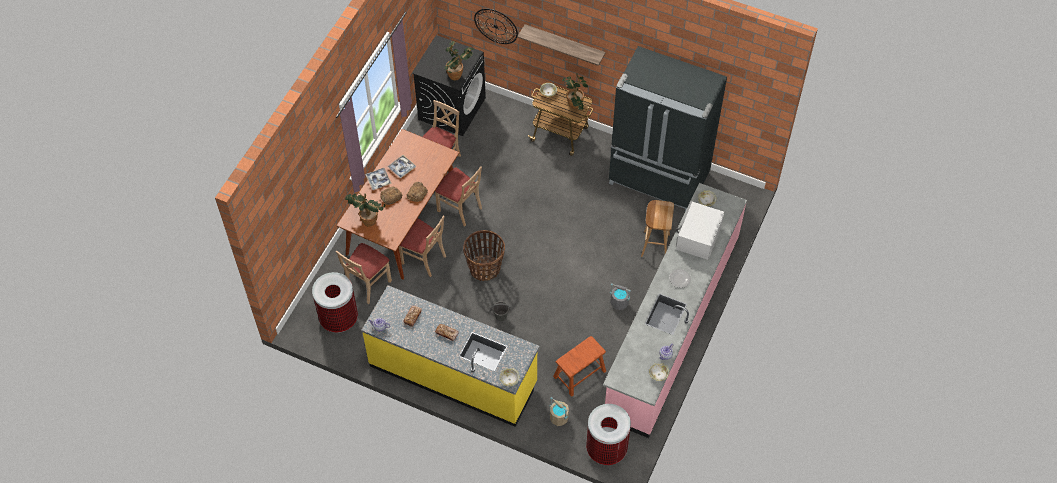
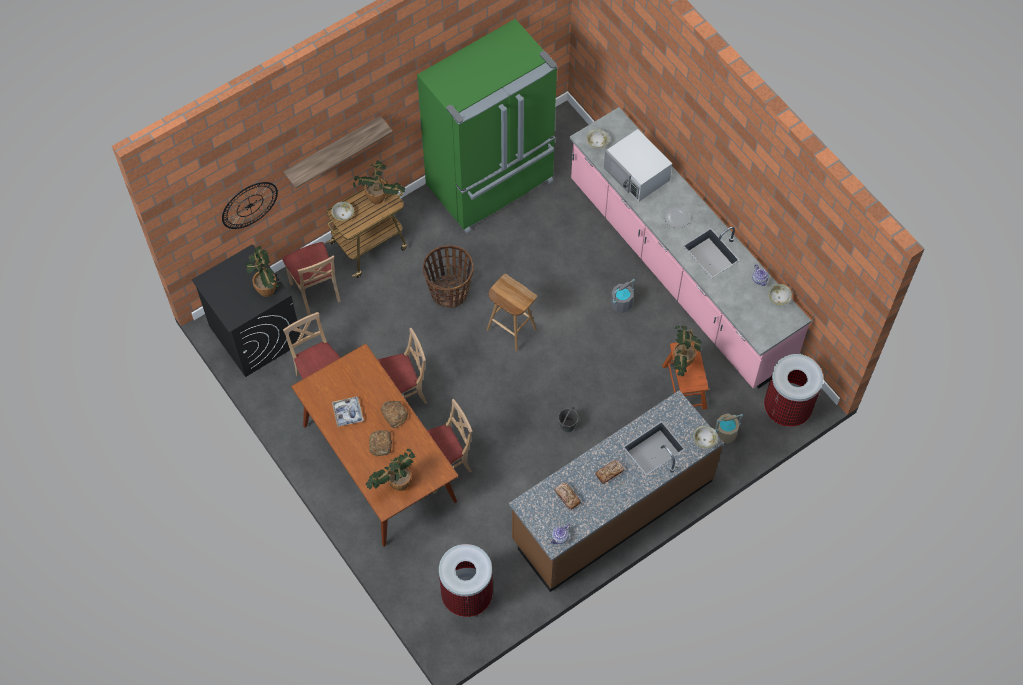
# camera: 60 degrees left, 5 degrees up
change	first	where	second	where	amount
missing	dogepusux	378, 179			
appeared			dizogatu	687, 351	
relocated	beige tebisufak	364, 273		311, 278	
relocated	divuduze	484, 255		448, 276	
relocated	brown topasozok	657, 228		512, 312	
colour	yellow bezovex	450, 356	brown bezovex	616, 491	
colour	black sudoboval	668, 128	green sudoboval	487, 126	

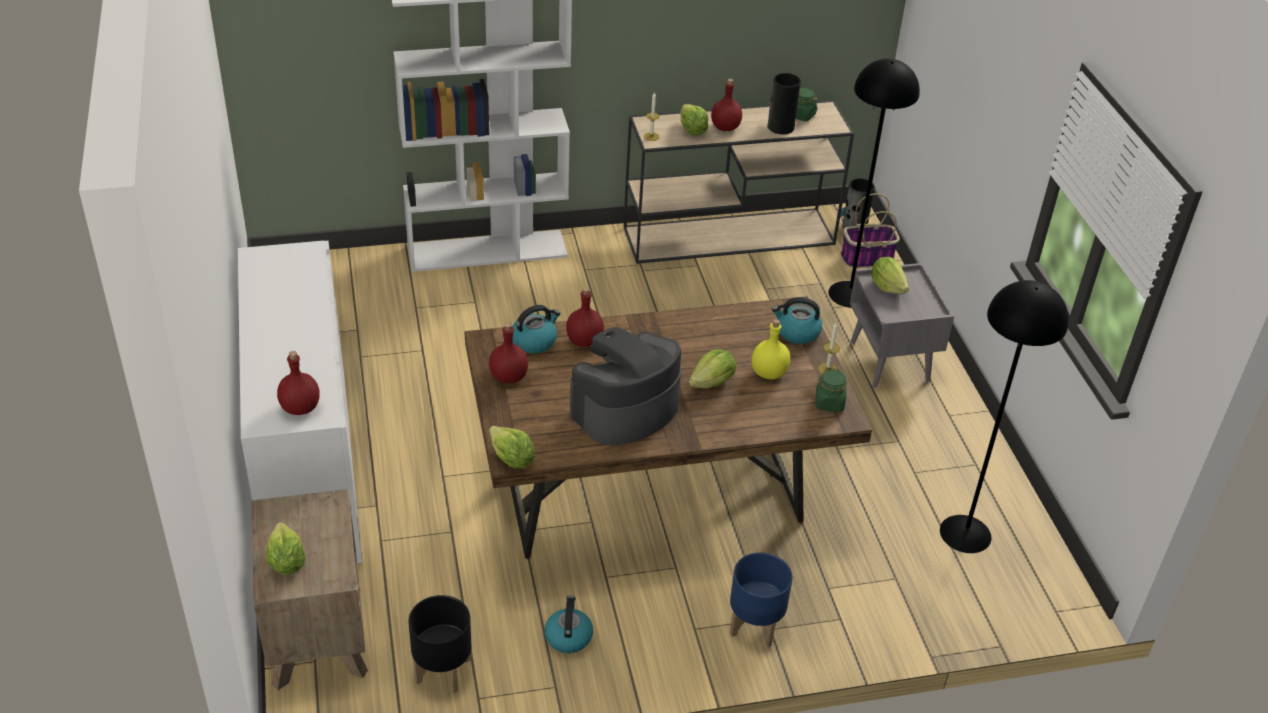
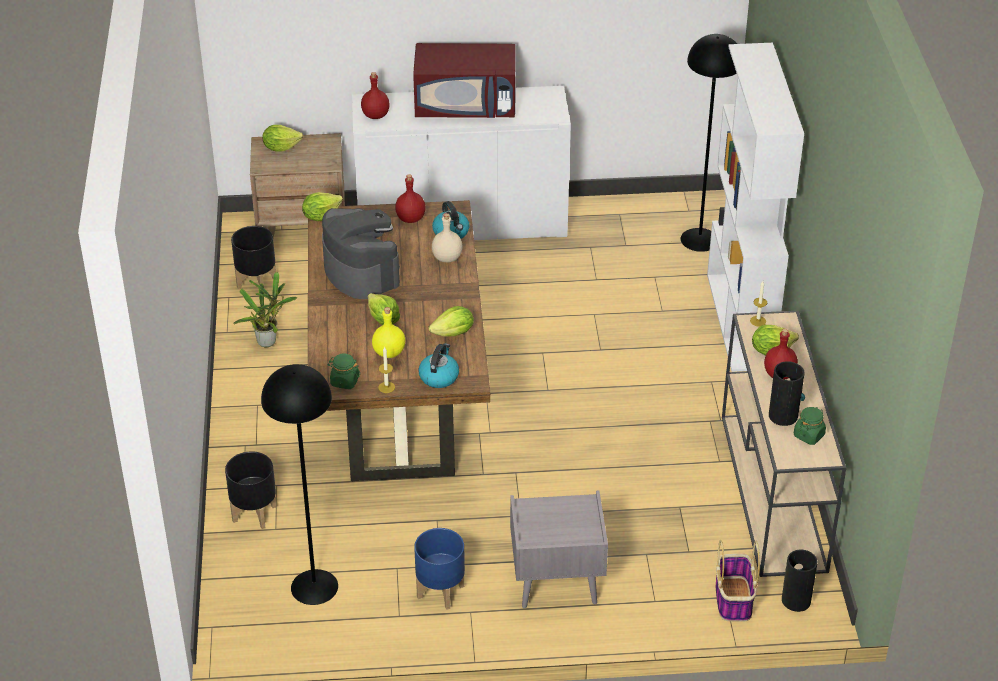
# camera: 100 degrees right, 0 degrees up
change	first	where	second	where	amount
appeared			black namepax	251, 490	
appeared			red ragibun	464, 80	
relocated	blue namepax	761, 599		439, 569	
relocated	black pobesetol	874, 183		709, 143	
relocated	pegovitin	890, 275		451, 321	
exchanged	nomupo	569, 624	dizogatu	265, 309	
colour	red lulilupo	585, 317	beige lulilupo	447, 237	

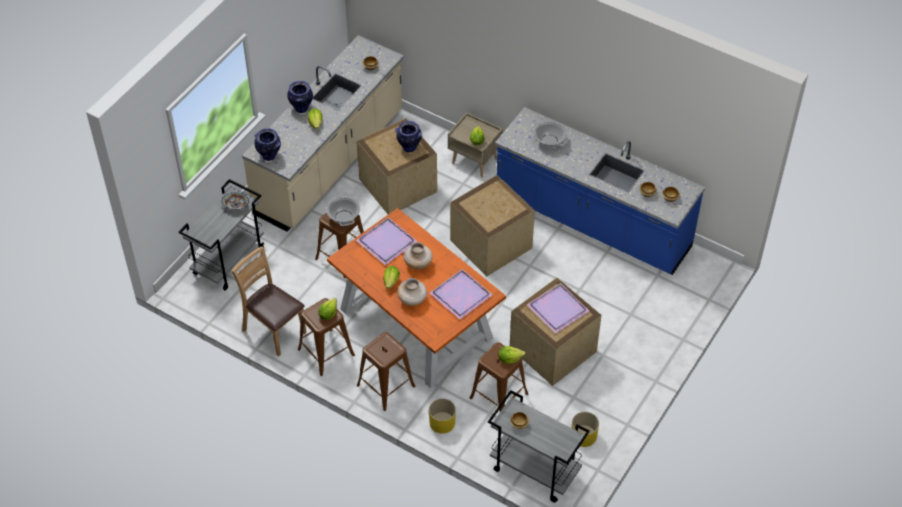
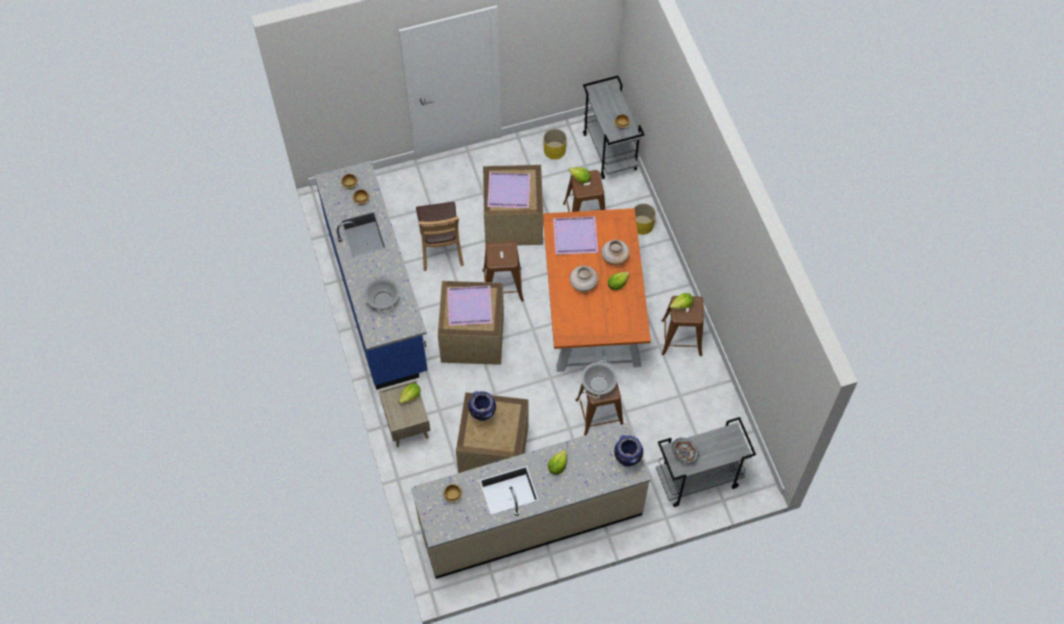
# camera: 140 degrees left, 10 degrees up
change	first	where	second	where	amount
missing	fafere	300, 97			
relocated	brown tebisufak	268, 301		440, 236	
relocated	purple dogepusux	387, 241		470, 306	
relocated	brown topasozok	386, 371		503, 271	

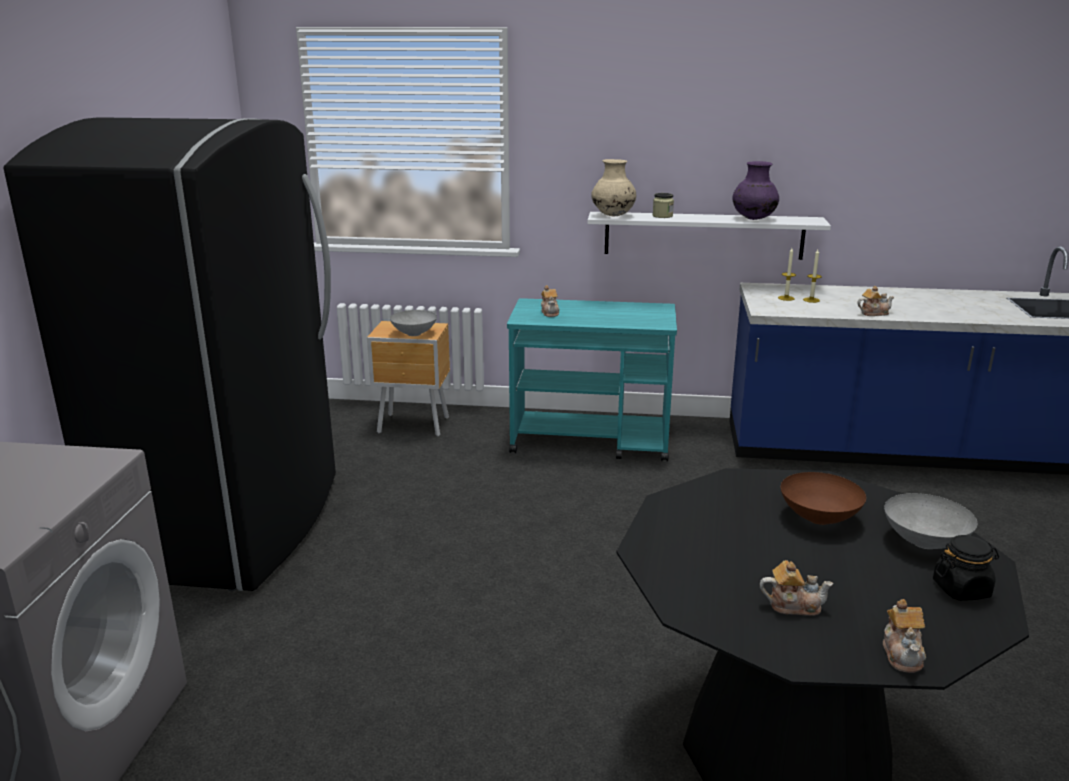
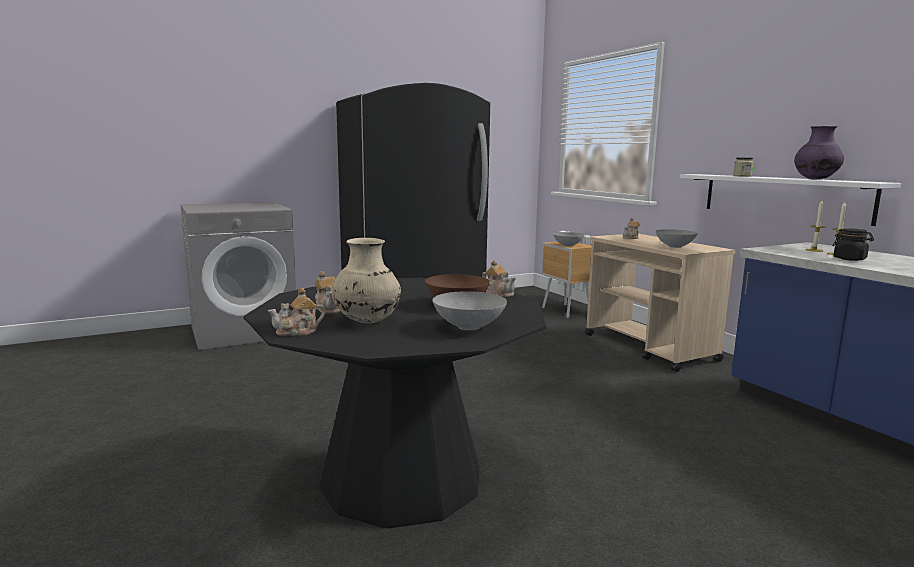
# camera: 55 degrees right, 10 degrees down
change	first	where	second	where	amount
appeared			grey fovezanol	677, 238	
relocated	beige fafere	613, 187		366, 280	
relocated	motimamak	875, 301		499, 278	
relocated	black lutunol	966, 568		853, 244	
colour	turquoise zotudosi	592, 380	beige zotudosi	660, 303	

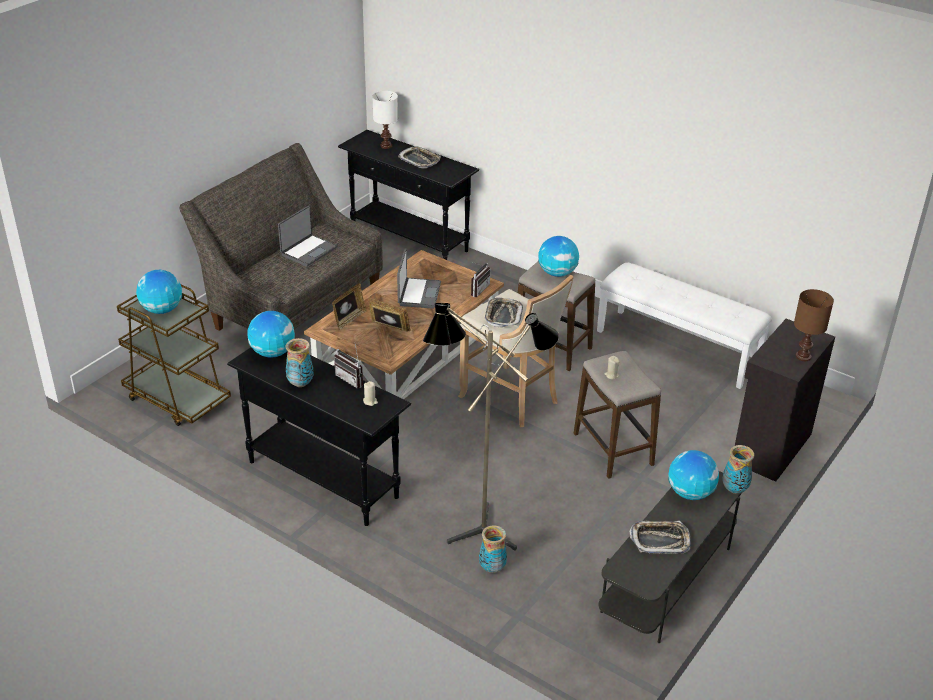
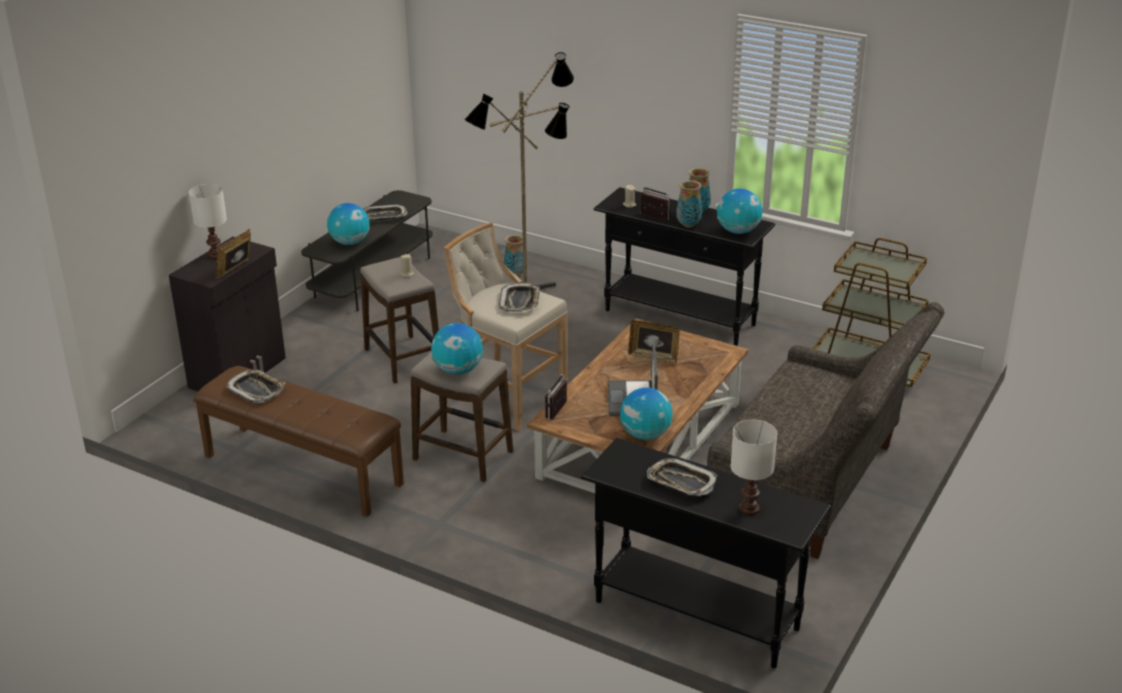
# camera: 175 degrees right, 5 degrees down
change	first	where	second	where	amount
missing	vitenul	307, 236			
appeared			dogepusux	255, 386	
relocated	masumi	159, 292		646, 414	
relocated	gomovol	349, 306		233, 254	
relocated	fafere	738, 469		689, 204	
colour	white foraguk	684, 326	brown foraguk	298, 441	
colour	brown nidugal	814, 325	white nidugal	208, 221	

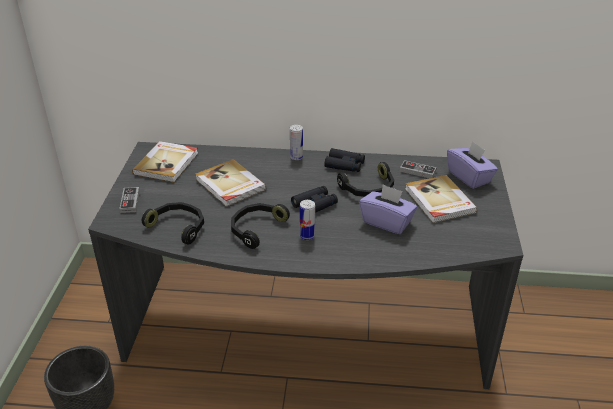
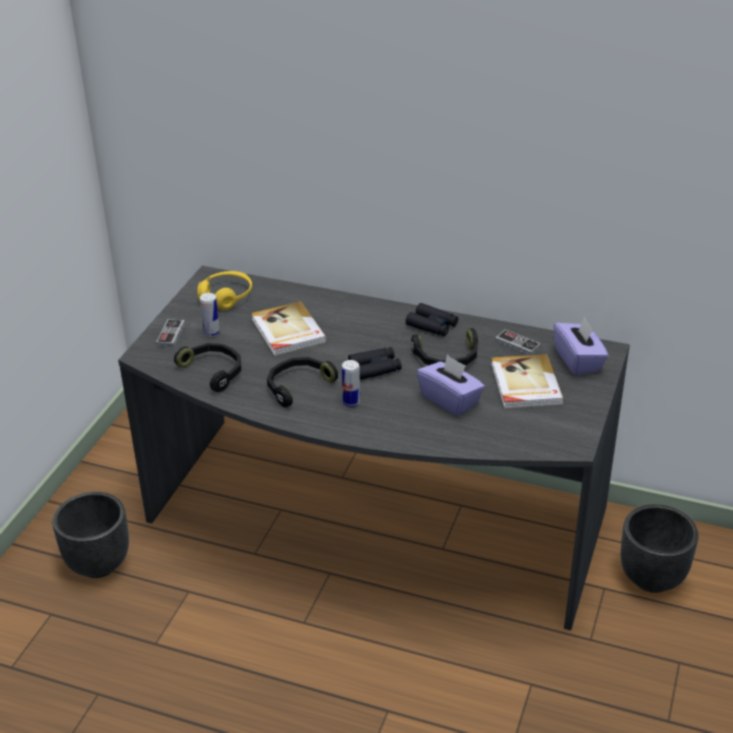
# camera: 15 degrees right, 0 degrees up
change	first	where	second	where	amount
appeared			black namepax	659, 548	
relocated	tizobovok	296, 142		210, 315	
exchanged	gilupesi	165, 162	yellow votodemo	224, 290	

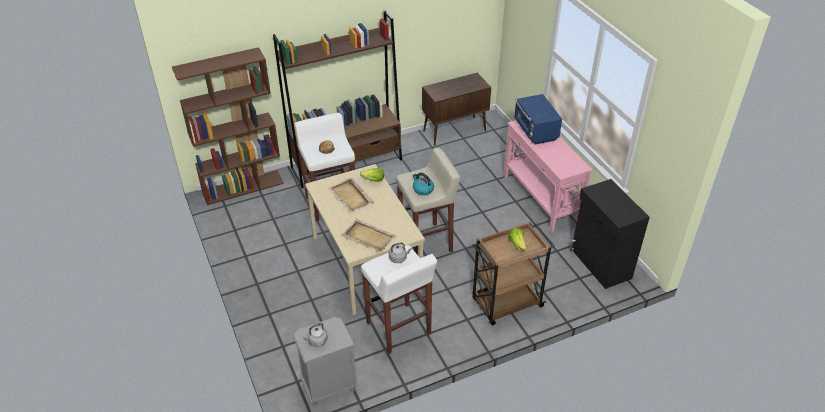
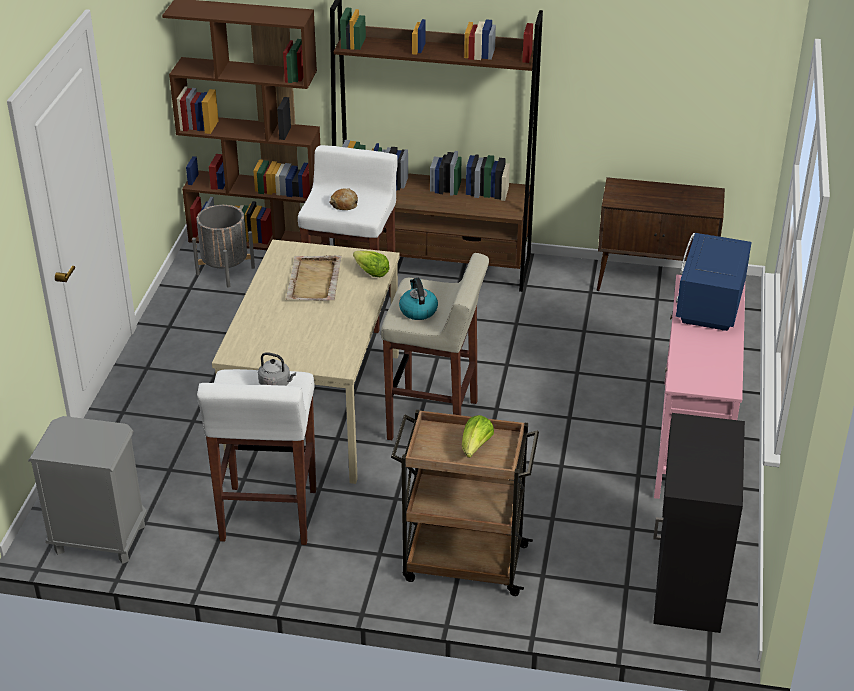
# camera: 35 degrees right, 5 degrees down
change	first	where	second	where	amount
missing	grey nomupo	315, 335			
missing	beige dogepusux	369, 235			
appeared			grey namepax	223, 246	

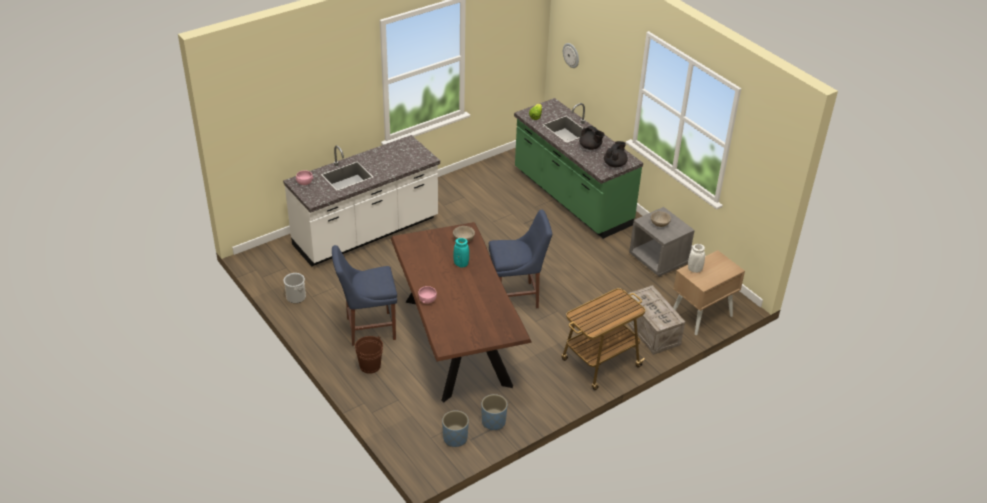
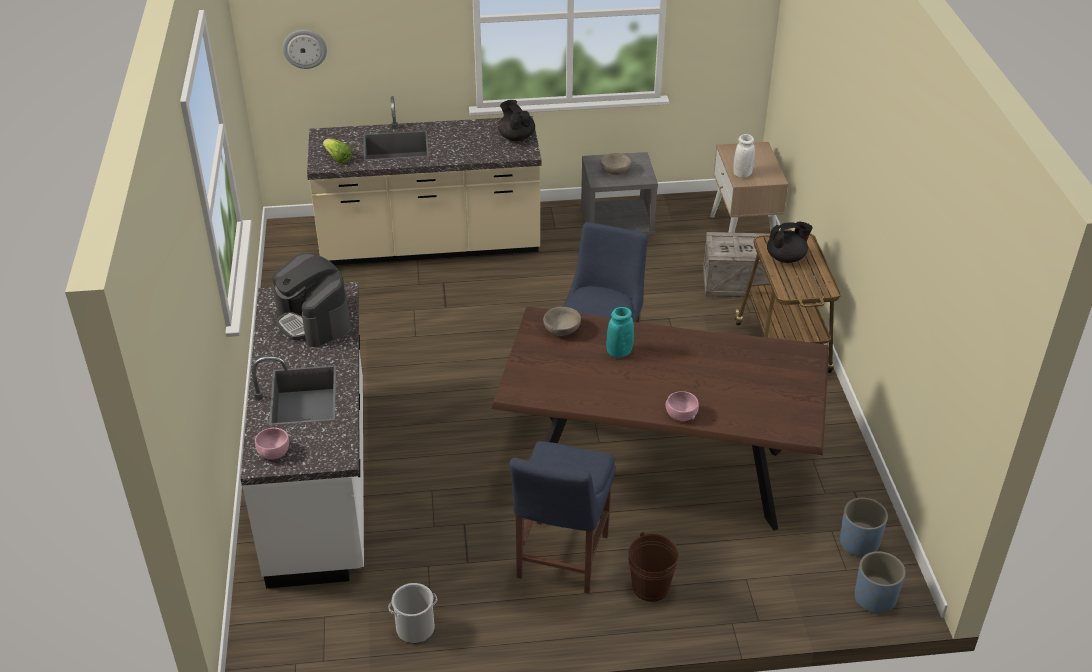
# camera: 60 degrees left, 0 degrees up
change	first	where	second	where	amount
appeared			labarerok	311, 300	
relocated	blue namepax	494, 412		880, 582	
relocated	black motimamak	592, 138		790, 242	
colour	green bezovex	578, 168	beige bezovex	424, 180	

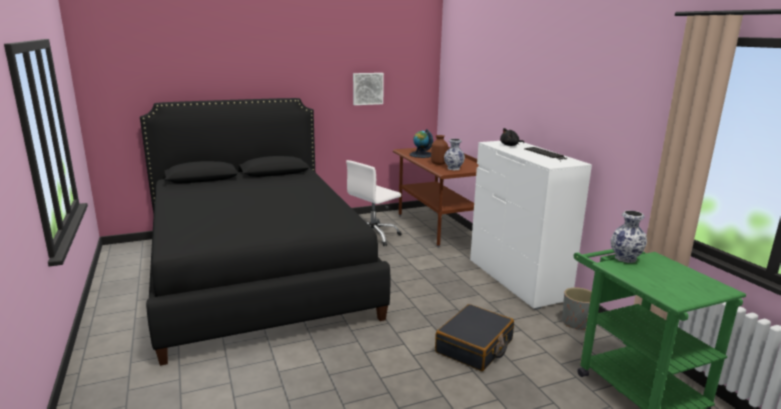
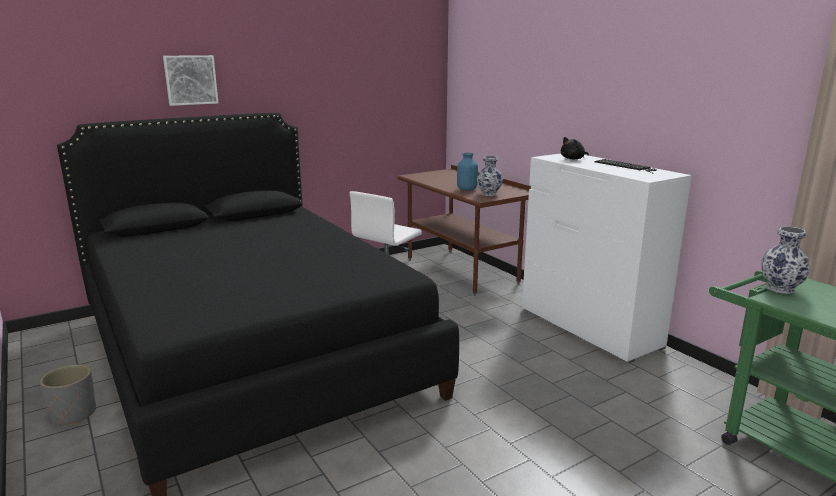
# camera: 10 degrees left, 0 degrees up
change	first	where	second	where	amount
missing	masumi	421, 143			
missing	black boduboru	474, 337			
relocated	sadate	368, 89		190, 80	
relocated	grey namepax	577, 308		68, 394	
colour	brown fafere	439, 150	blue fafere	467, 172	

